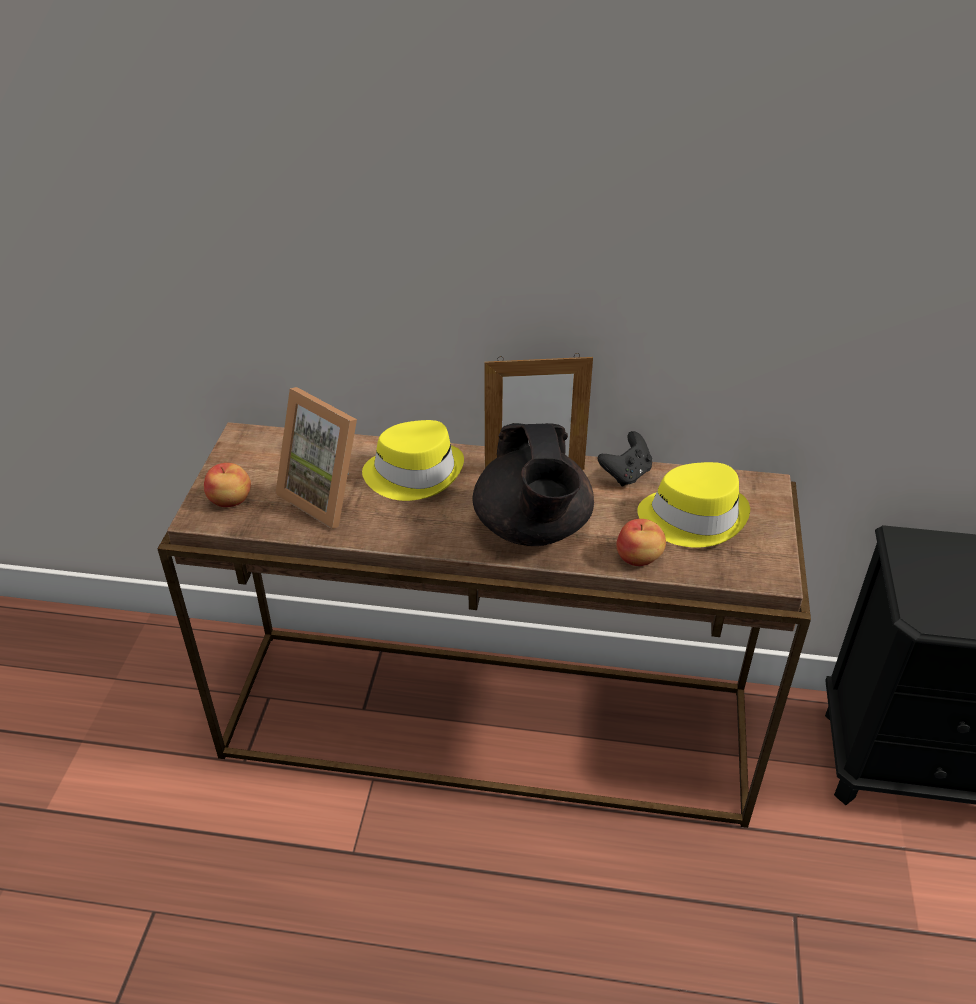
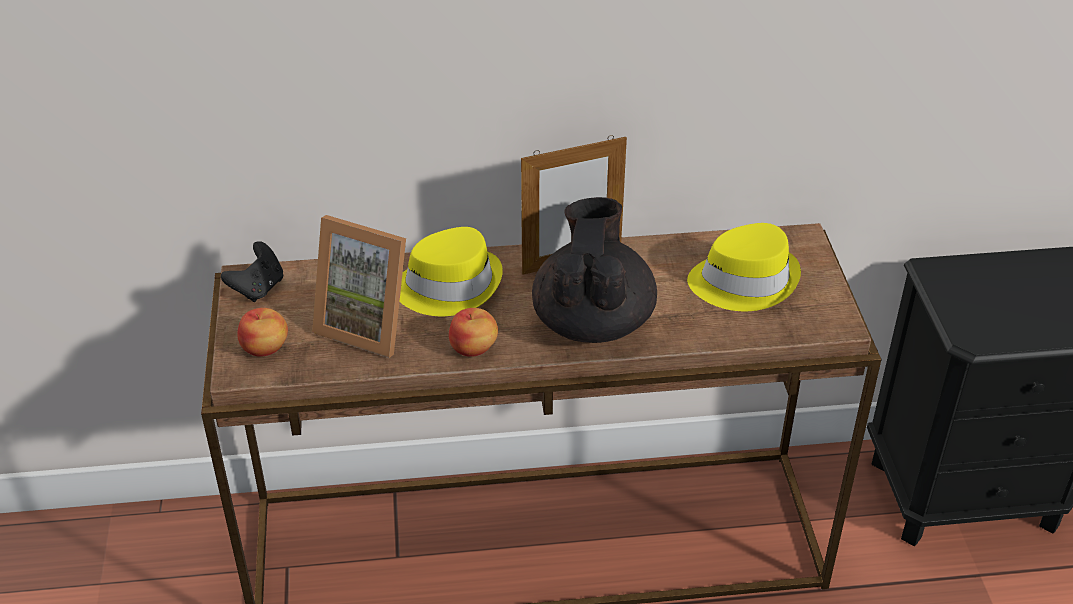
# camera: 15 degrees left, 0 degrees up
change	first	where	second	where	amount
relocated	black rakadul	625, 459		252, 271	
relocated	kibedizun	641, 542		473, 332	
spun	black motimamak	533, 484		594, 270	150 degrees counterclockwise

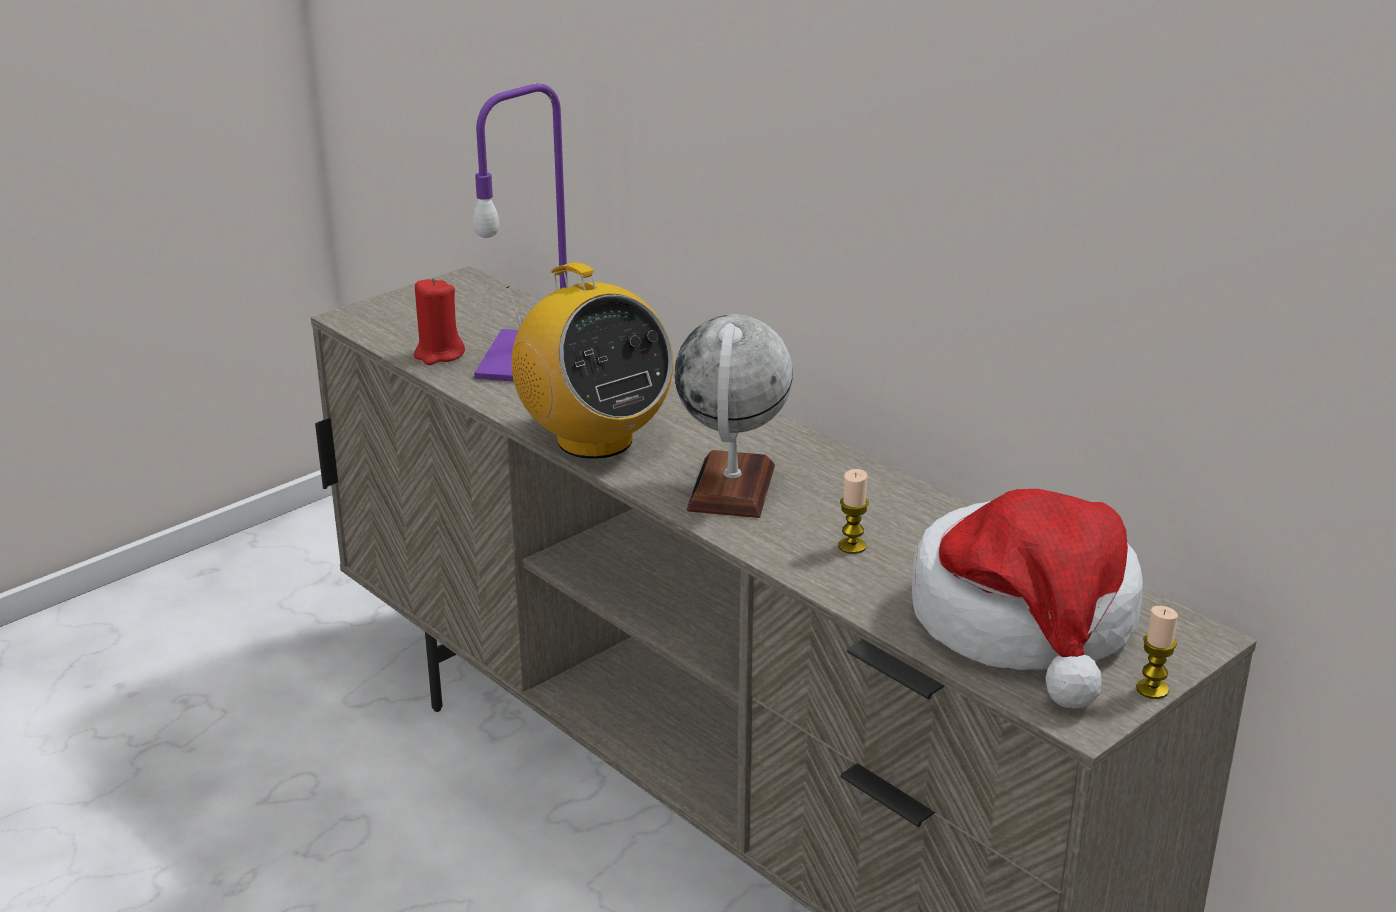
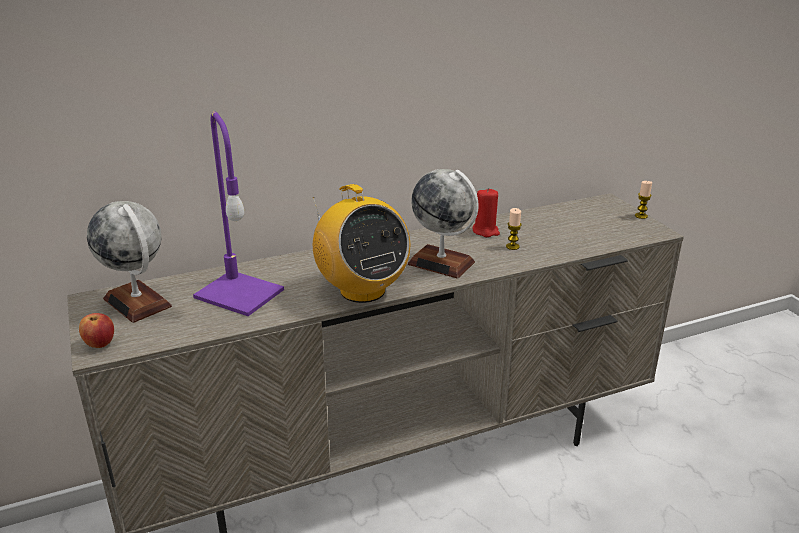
# camera: 70 degrees left, 0 degrees up
change	first	where	second	where	amount
missing	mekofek	1027, 599			
appeared			kibedizun	96, 330	
appeared			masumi	129, 262	
relocated	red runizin	439, 321		486, 212	
spun	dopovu	589, 360		361, 243	75 degrees clockwise

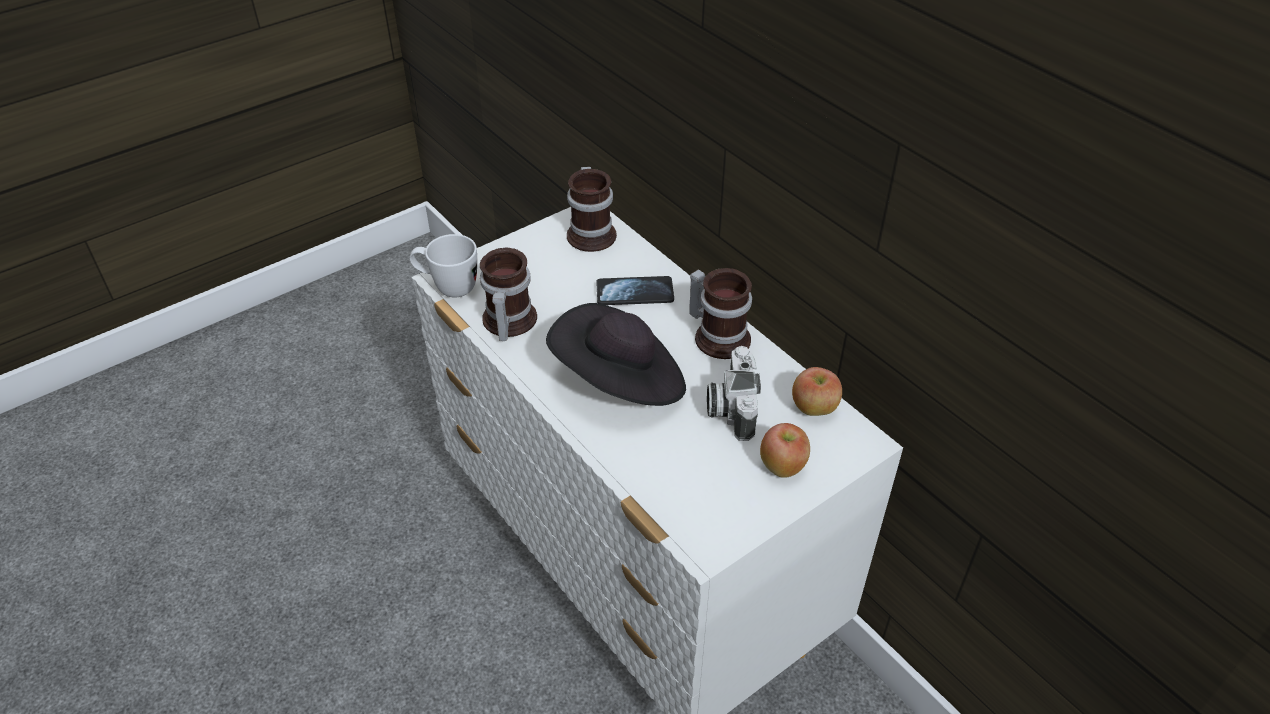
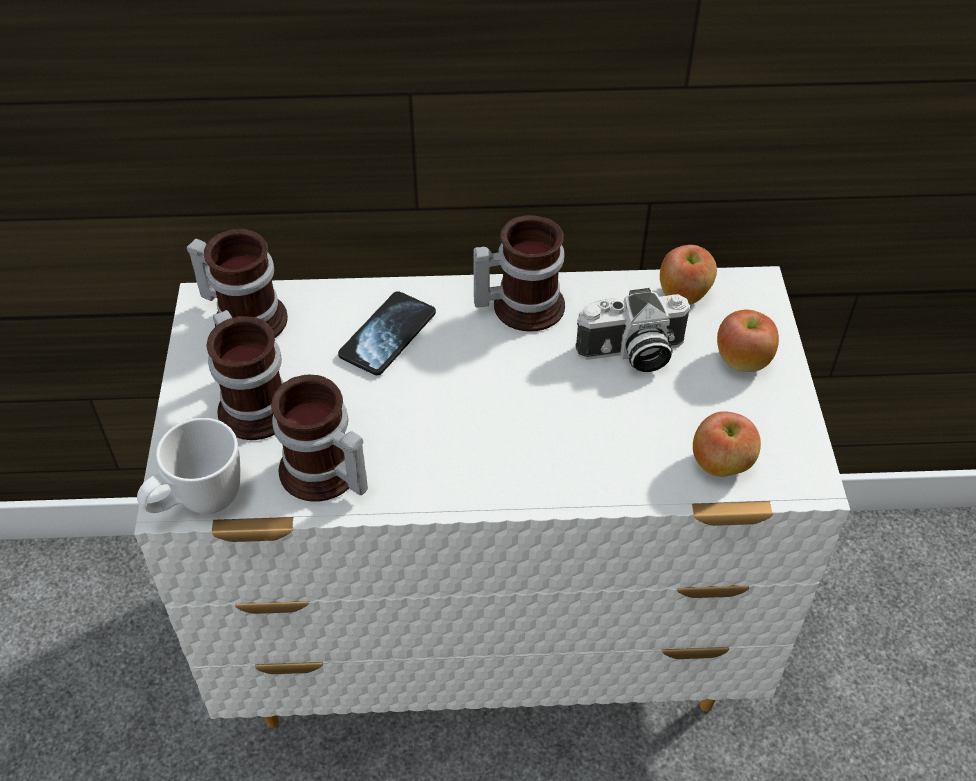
# camera: 55 degrees left, 5 degrees up
change	first	where	second	where	amount
missing	black mekofek	616, 354			
appeared			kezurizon	245, 375	
appeared			kibedizun	727, 444	
spun	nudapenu	734, 393		632, 330	45 degrees counterclockwise

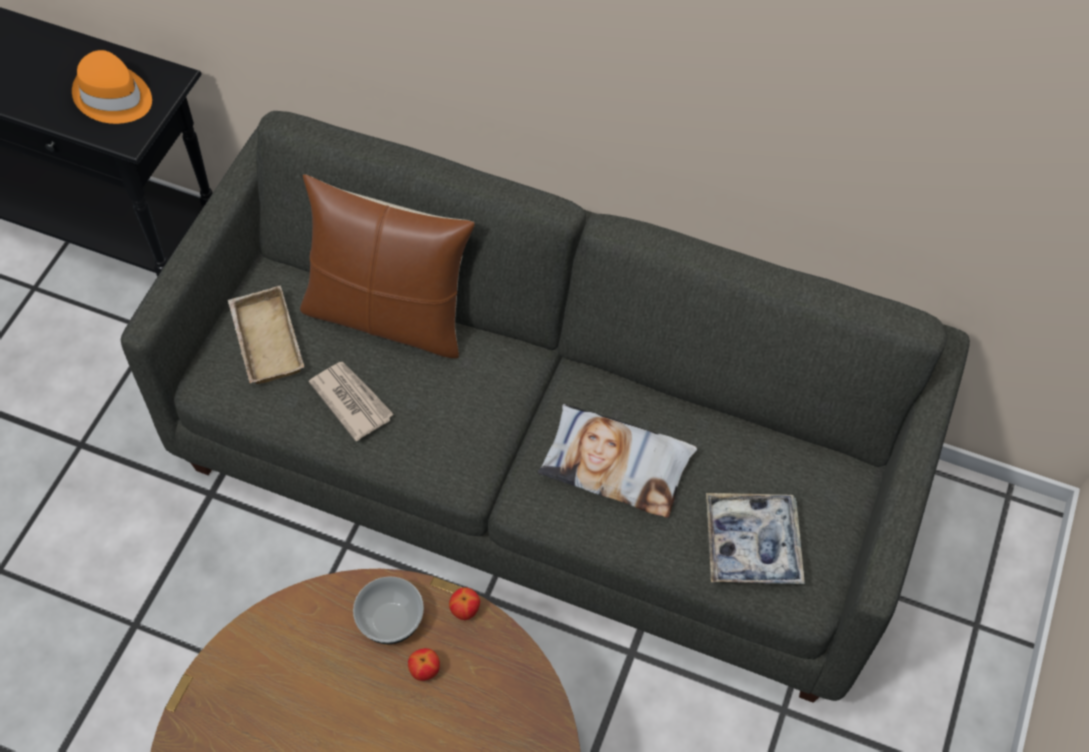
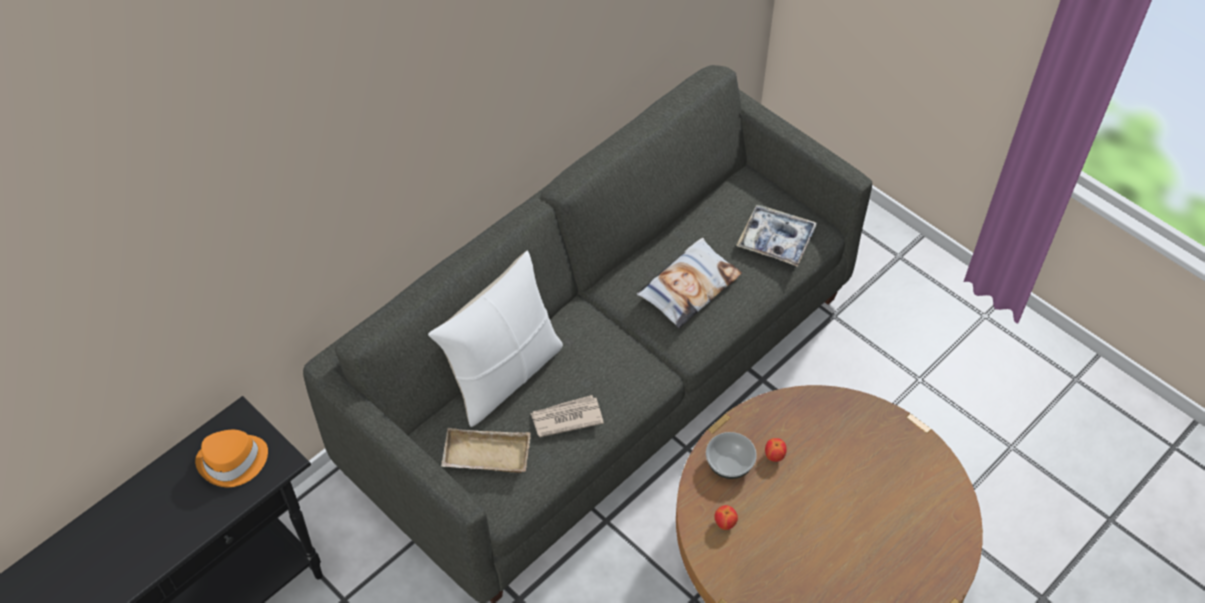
# camera: 65 degrees left, 5 degrees down
change	first	where	second	where	amount
relocated	kibedizun	464, 603		726, 517	
colour	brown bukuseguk	387, 266	white bukuseguk	495, 339	

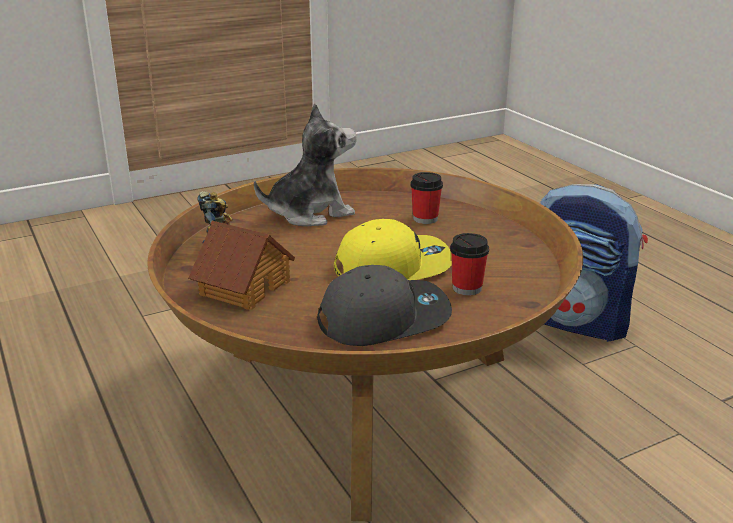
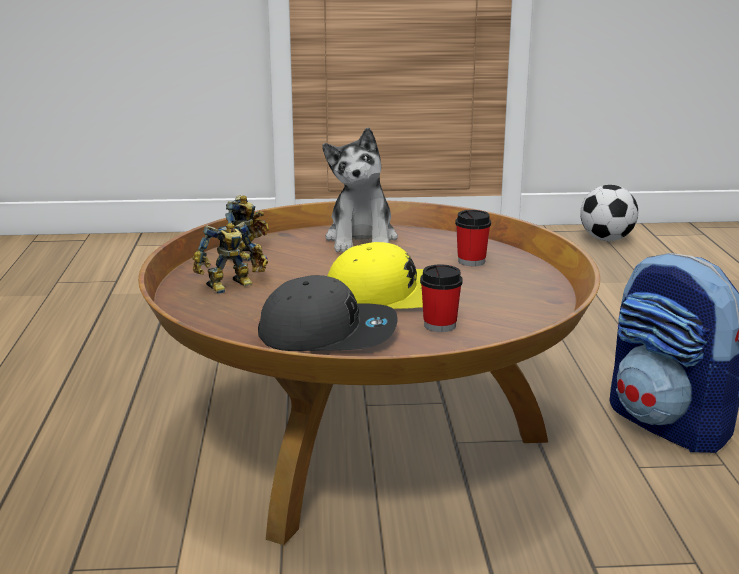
# camera: 25 degrees right, 5 degrees down
change	first	where	second	where	amount
appeared			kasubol	609, 213	
exchanged	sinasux	242, 265	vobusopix	230, 258	
spun	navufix	305, 165		360, 189	90 degrees clockwise

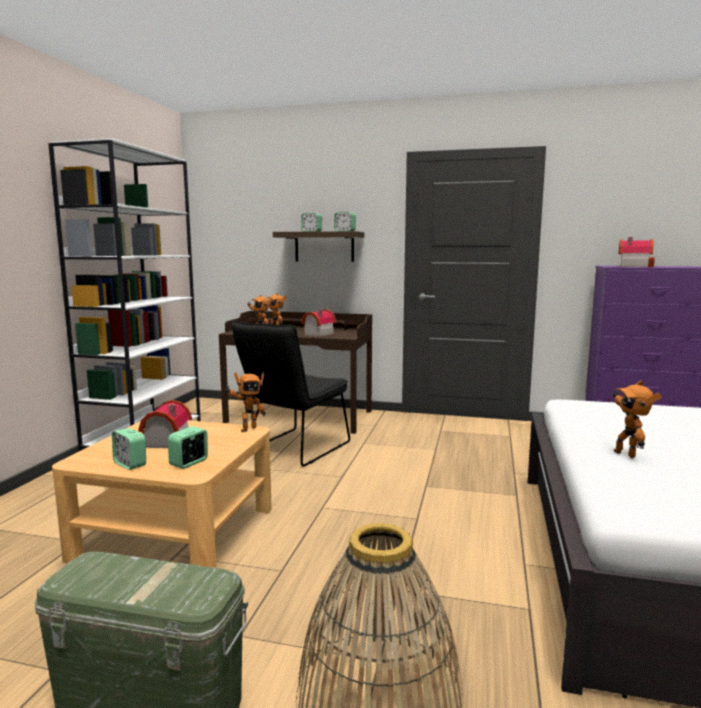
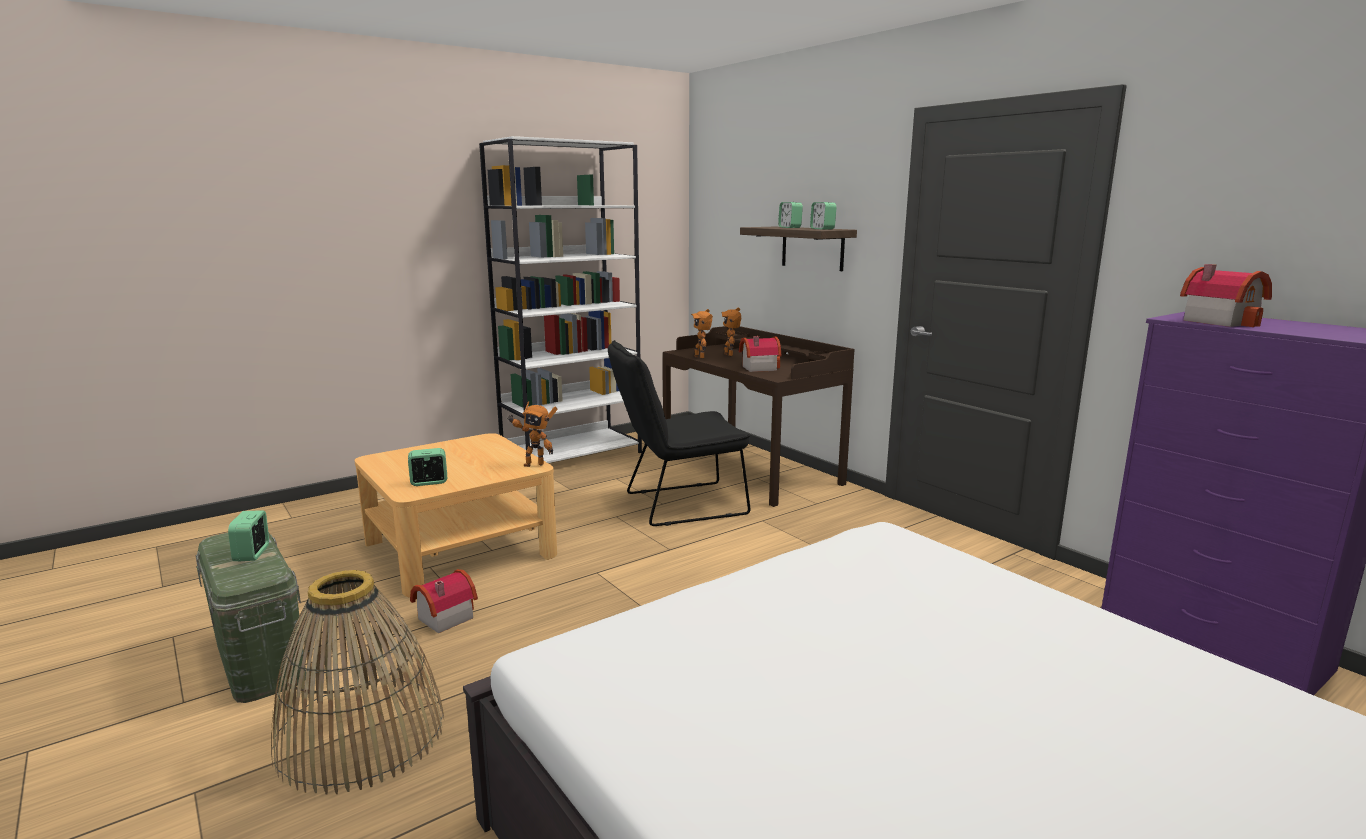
# camera: 40 degrees right, 5 degrees up
change	first	where	second	where	amount
missing	vobusopix	637, 419			
relocated	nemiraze	129, 449		248, 536	
relocated	sinasux	165, 424		444, 601	

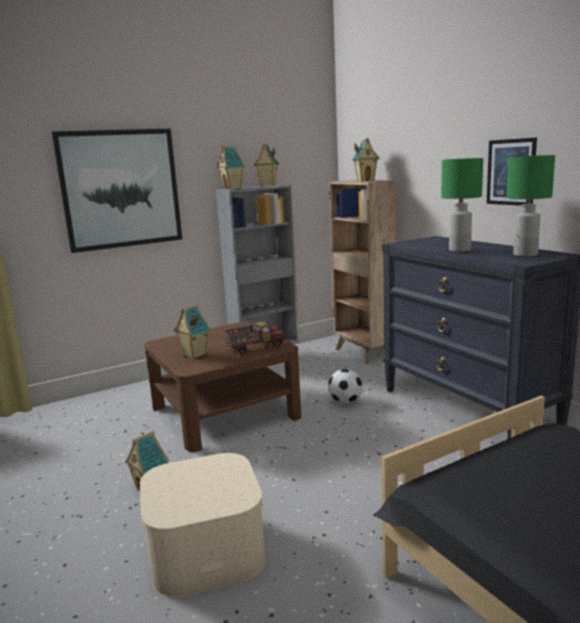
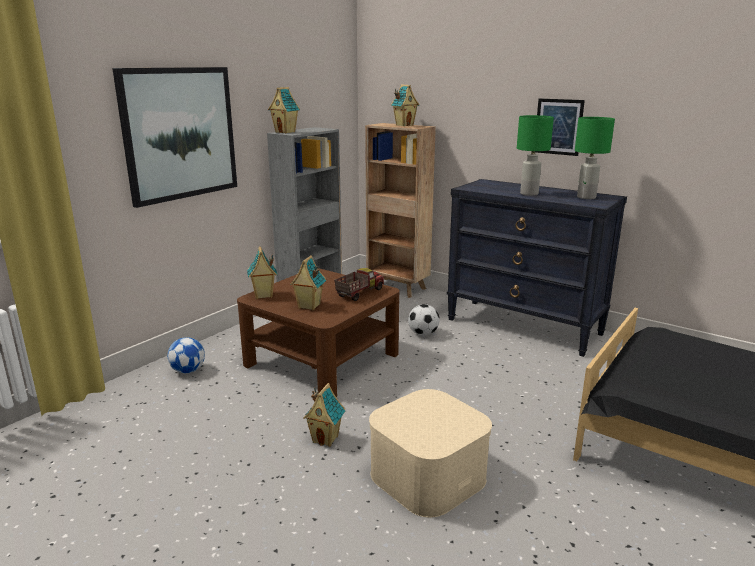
# camera: 25 degrees left, 5 degrees up
change	first	where	second	where	amount
appeared			kasubol	186, 355	
relocated	sinasux	266, 165		262, 272	

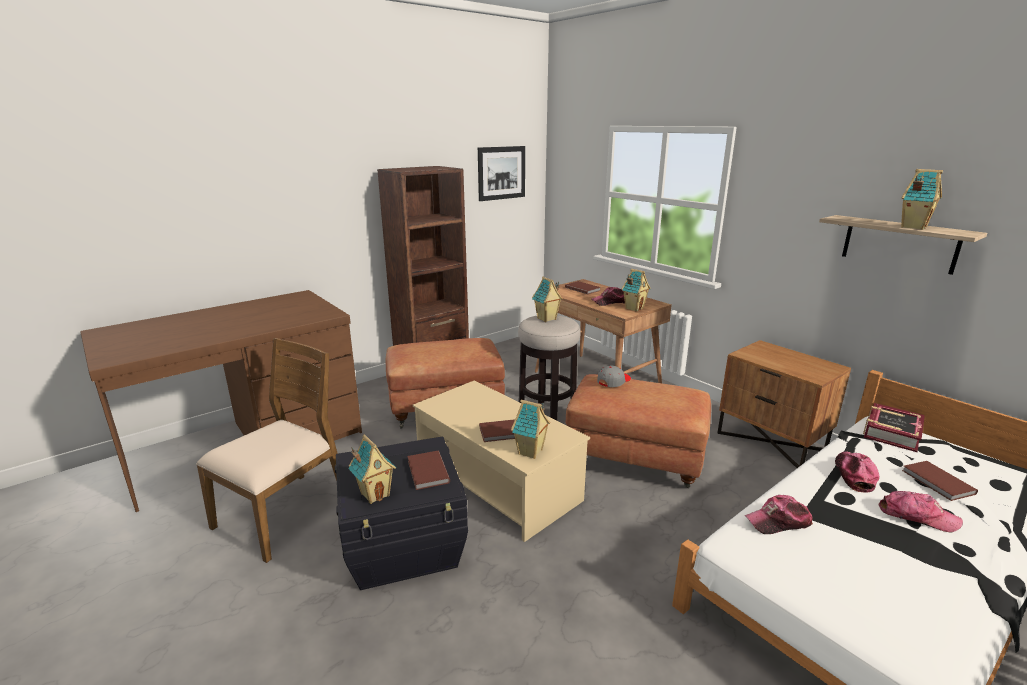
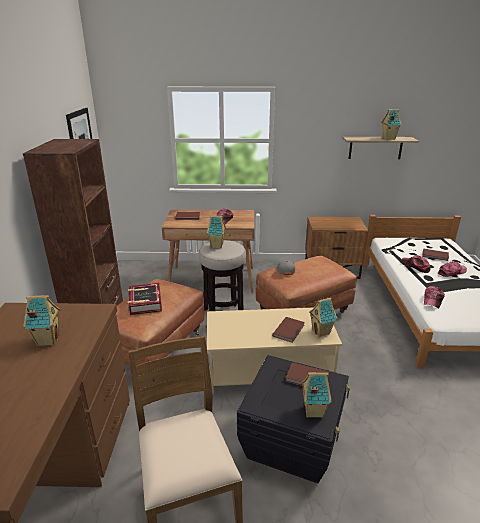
# camera: 50 degrees left, 5 degrees up
change	first	where	second	where	amount
relocated	sinasux	636, 290		42, 320	
relocated	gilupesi	894, 427		145, 299	

